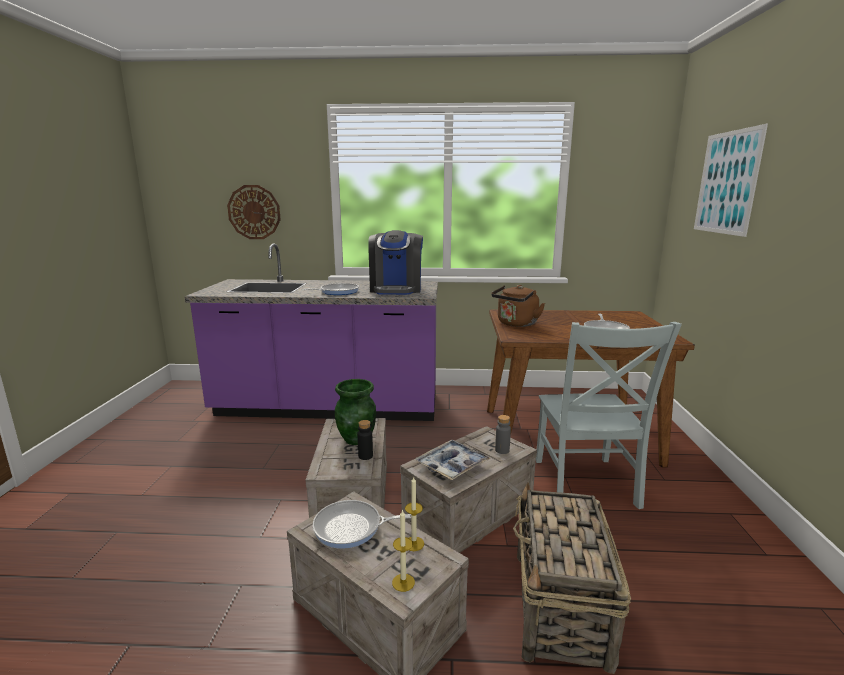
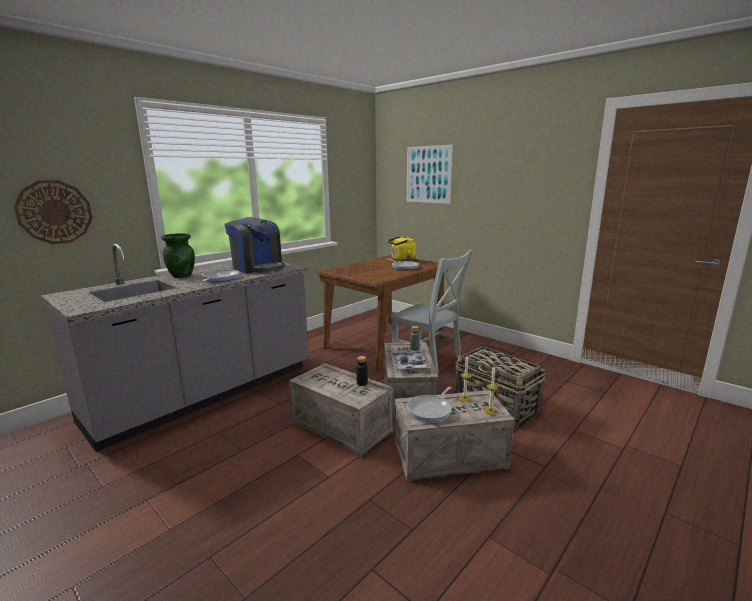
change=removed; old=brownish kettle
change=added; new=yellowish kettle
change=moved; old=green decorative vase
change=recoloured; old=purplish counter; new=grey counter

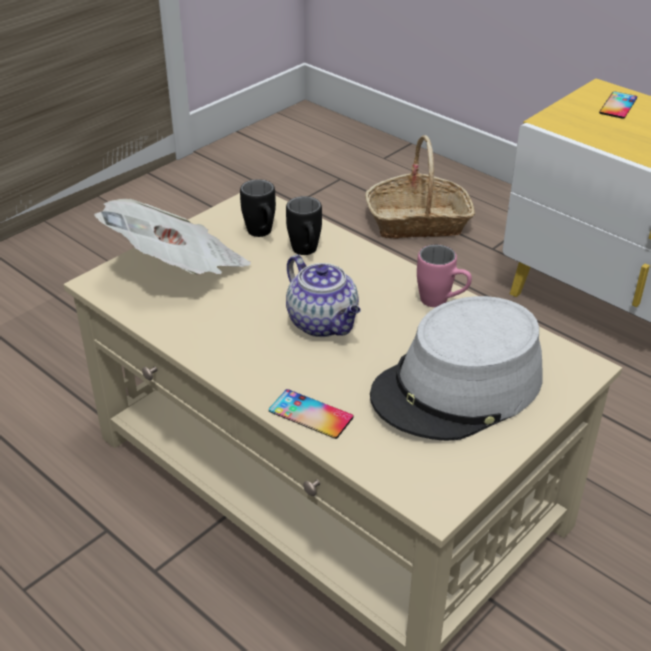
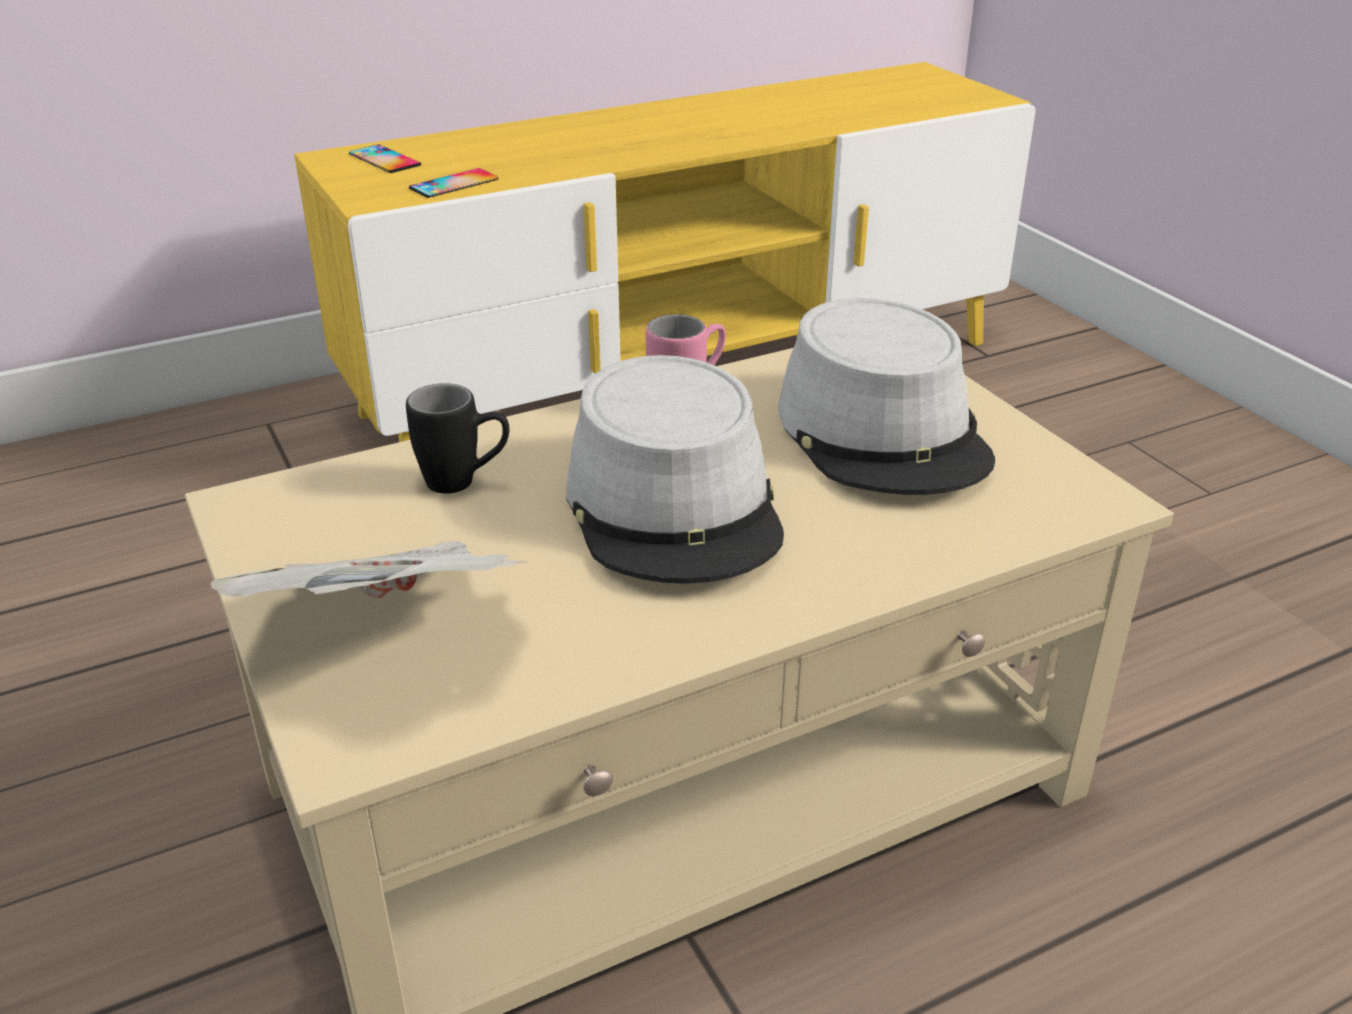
change=removed; old=black-coloured tea mug (1st from left)
change=removed; old=household basket
change=moved; old=handset (1st from left in the first image); new=handset (2nd from left)
change=replaced; old=pot for tea; new=grey hat (1st from left)

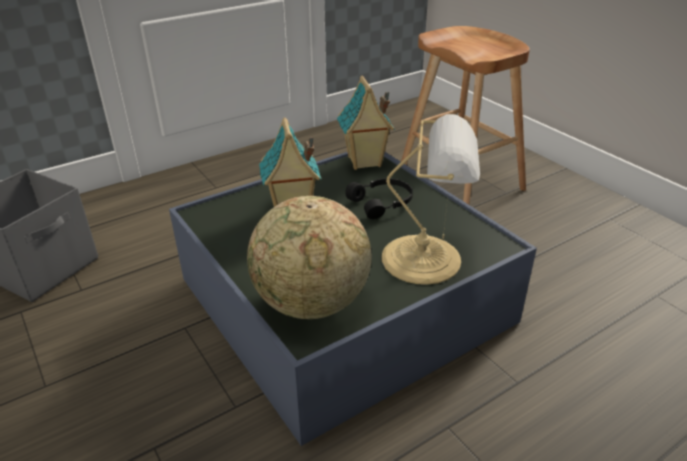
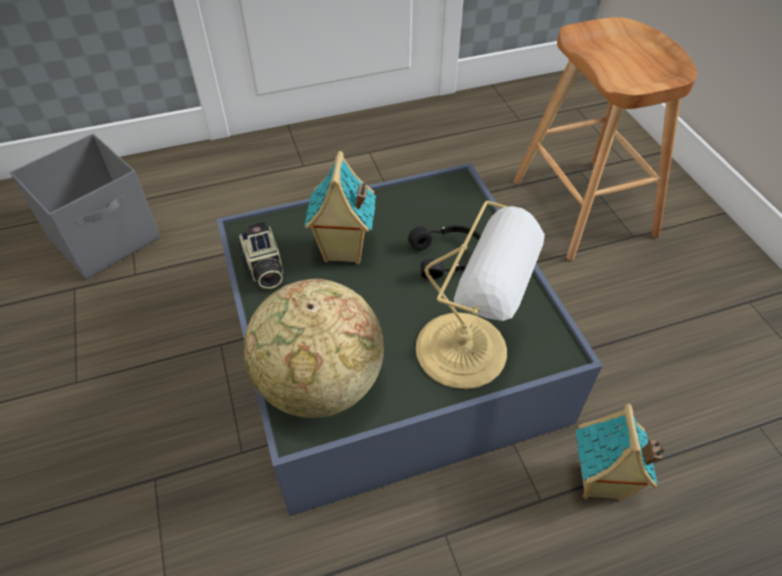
change=added; new=photo camera
change=moved; old=model house (2nd from left)

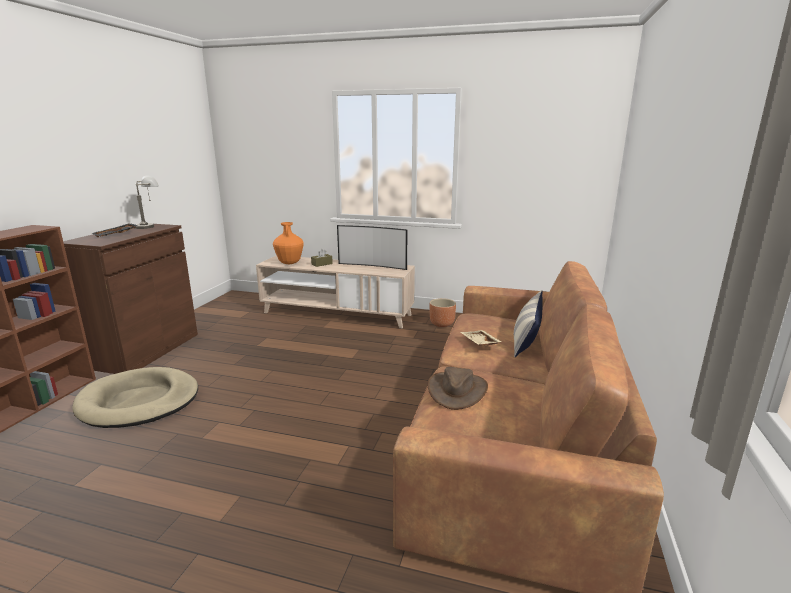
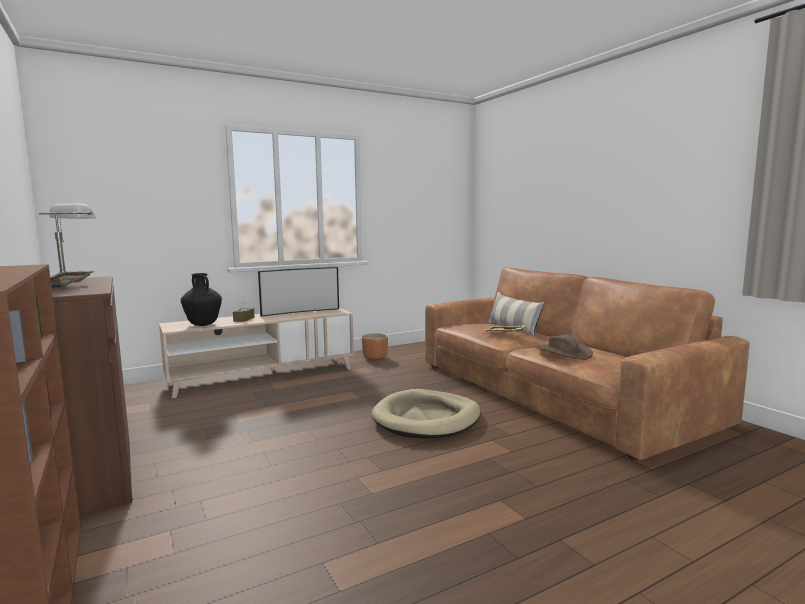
change=moved; old=beige dog cushion
change=recoloured; old=orange decorative vase; new=black-coloured decorative vase

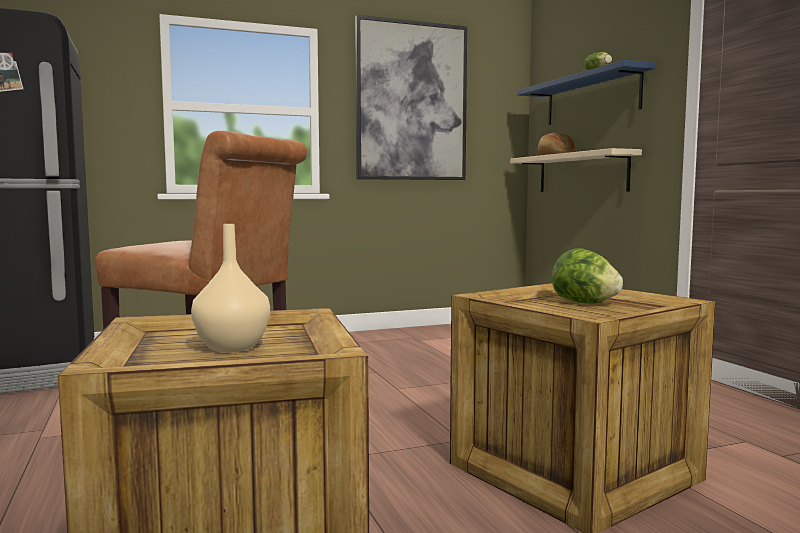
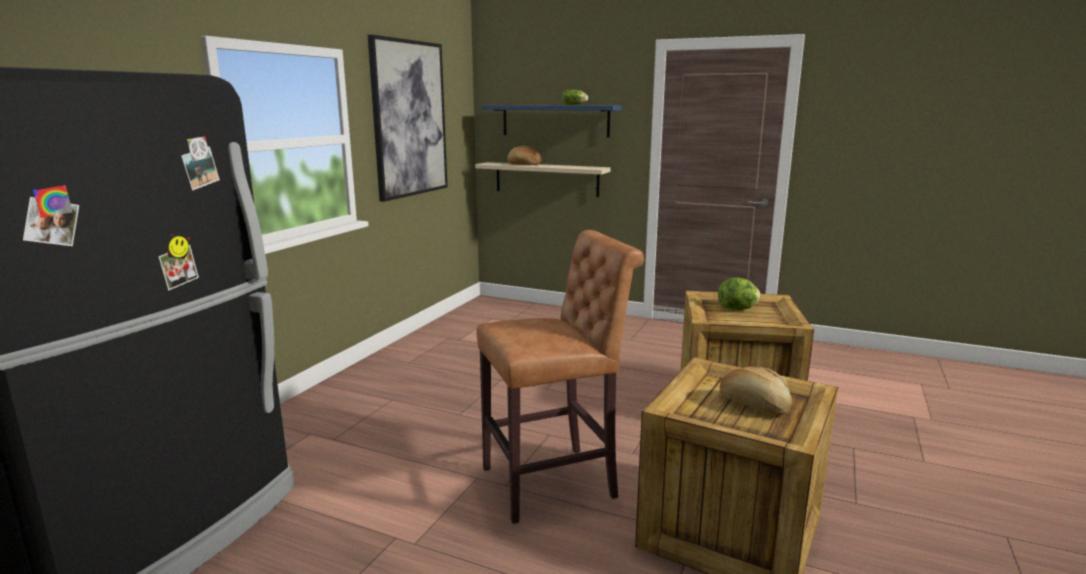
change=replaced; old=beige decorative vase; new=bakery bread (2nd from left)

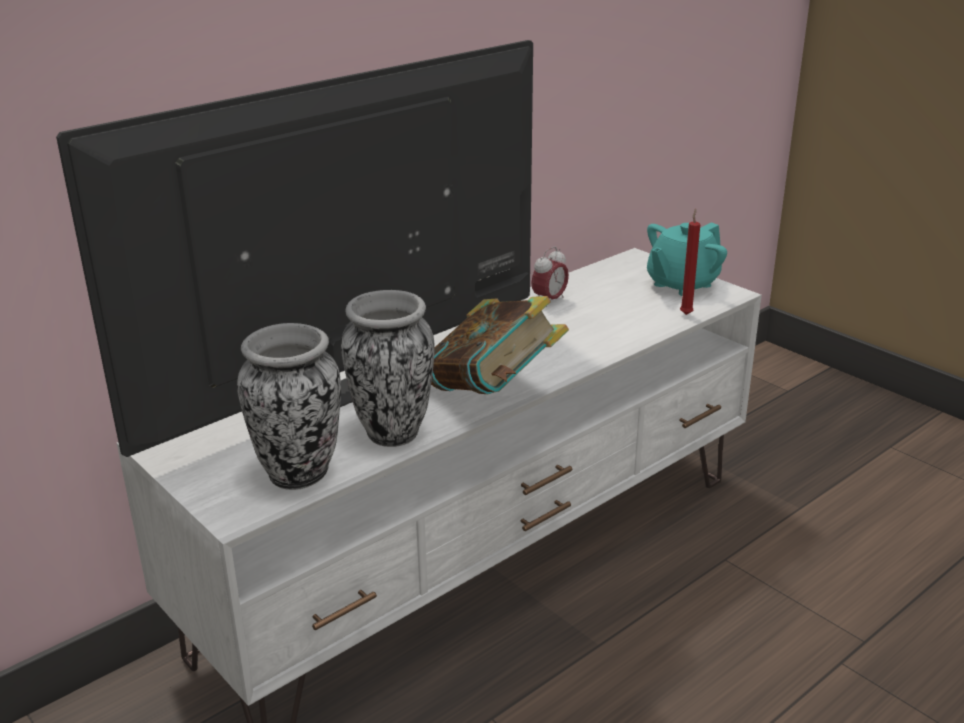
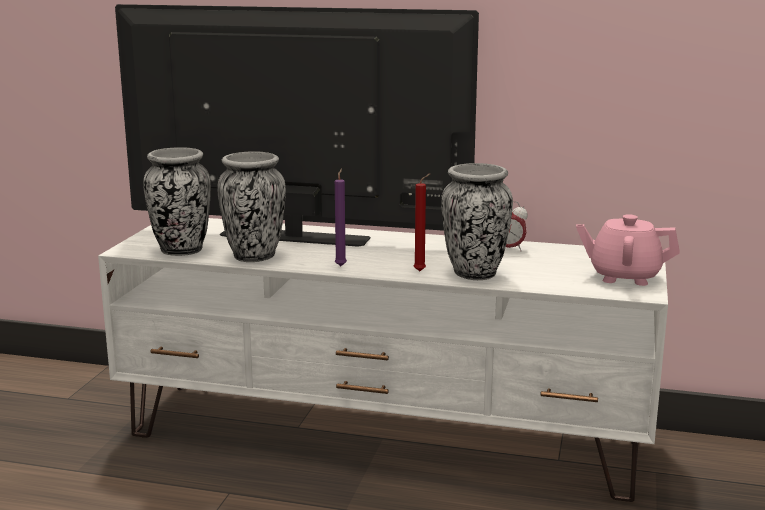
change=added; new=decorative vase (3rd from left)
change=moved; old=reddish wax light
change=replaced; old=book; new=purplish wax light
change=recoloured; old=turquoise-coloured pot for tea; new=pink-coloured pot for tea

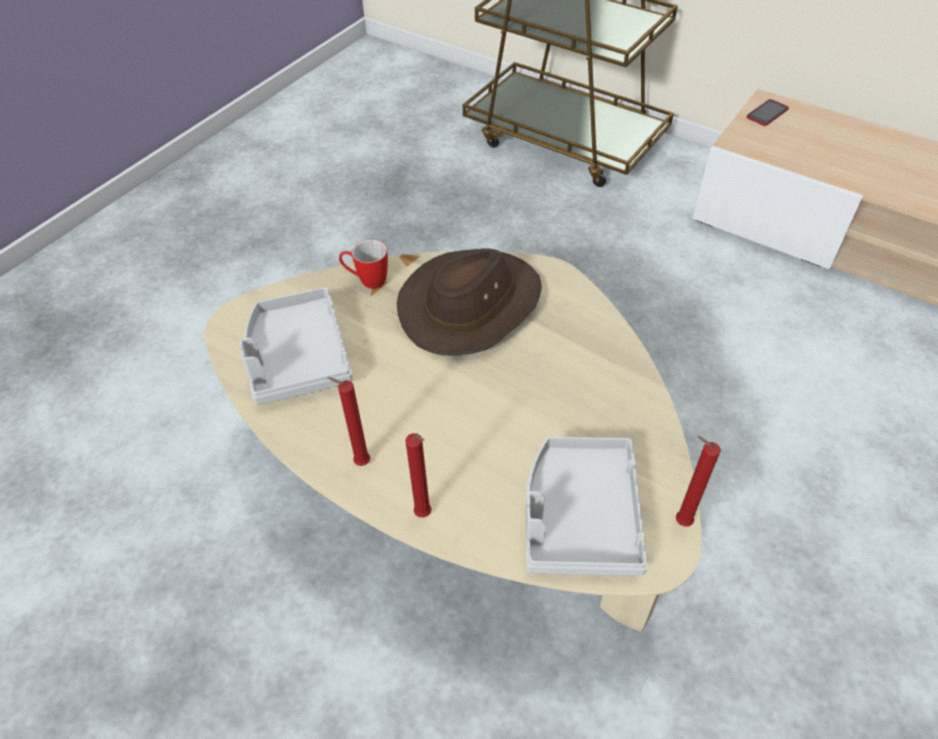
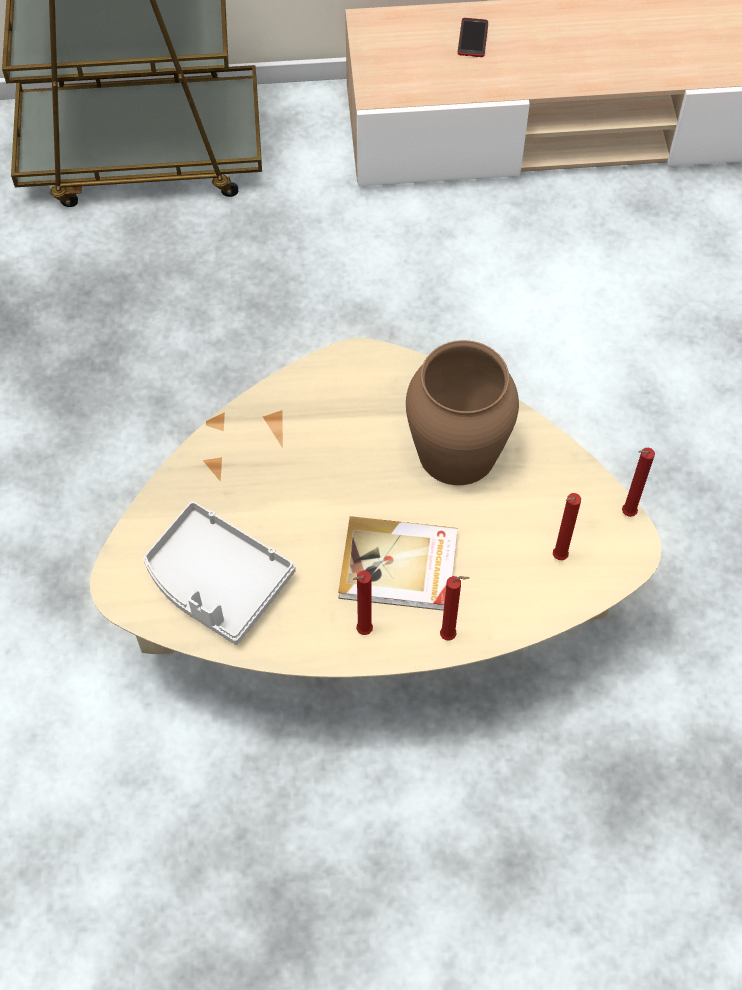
change=removed; old=tea mug
change=removed; old=brownish hat
change=added; new=book
change=added; new=brownish decorative vase
change=moved; old=handset
change=replaced; old=grey carrying tray (2nd from left); new=reddish wax light (3rd from left)

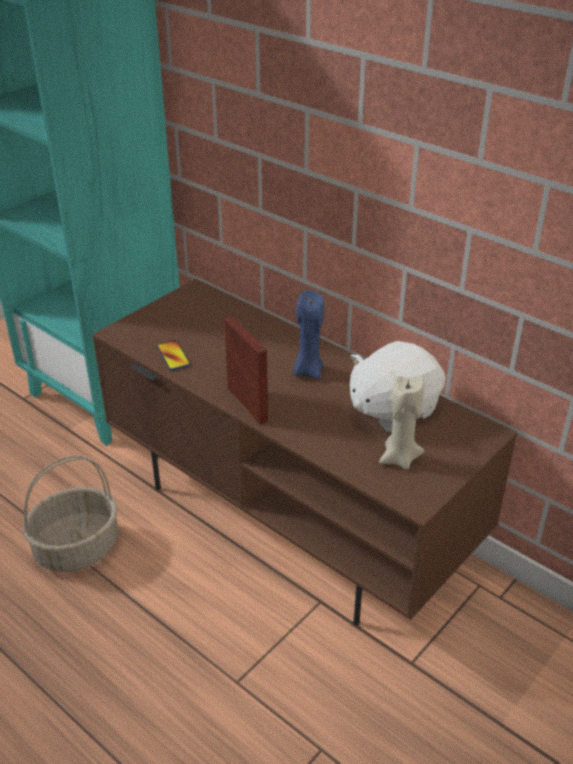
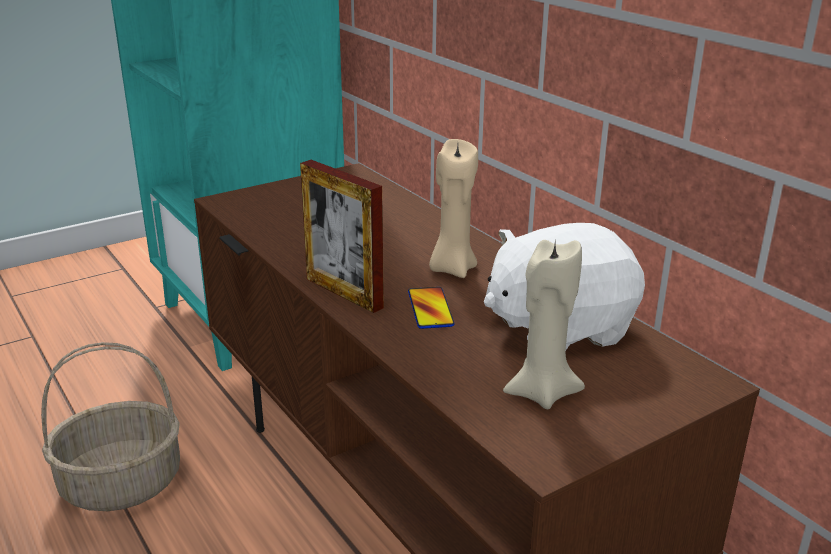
change=moved; old=handset
change=recoloured; old=blue-coloured wax light; new=beige wax light (1st from left)
change=turned; old=picture frame; degrees=150

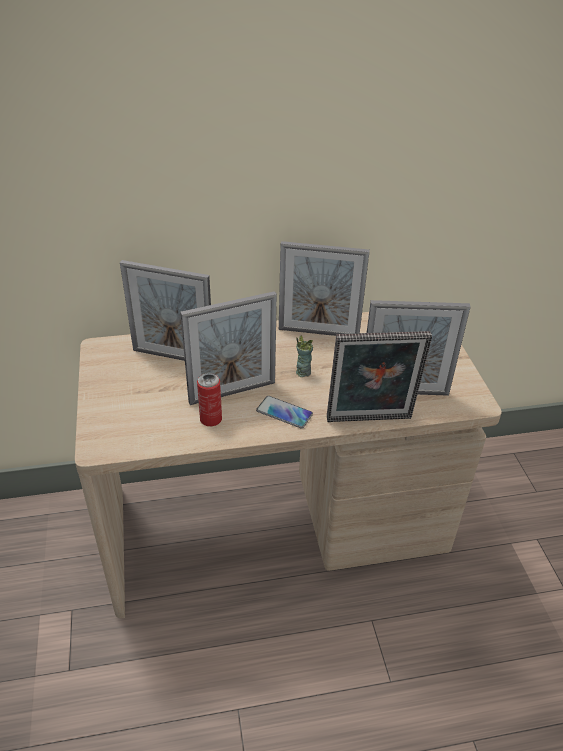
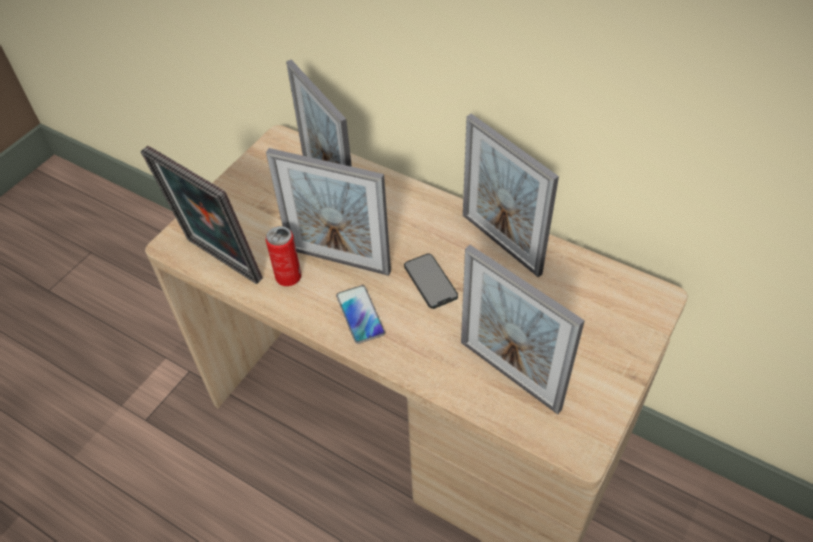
change=moved; old=picture frame (4th from left in the first image); new=picture frame (1st from left)
change=replaced; old=drinking cup; new=handset (2nd from left)

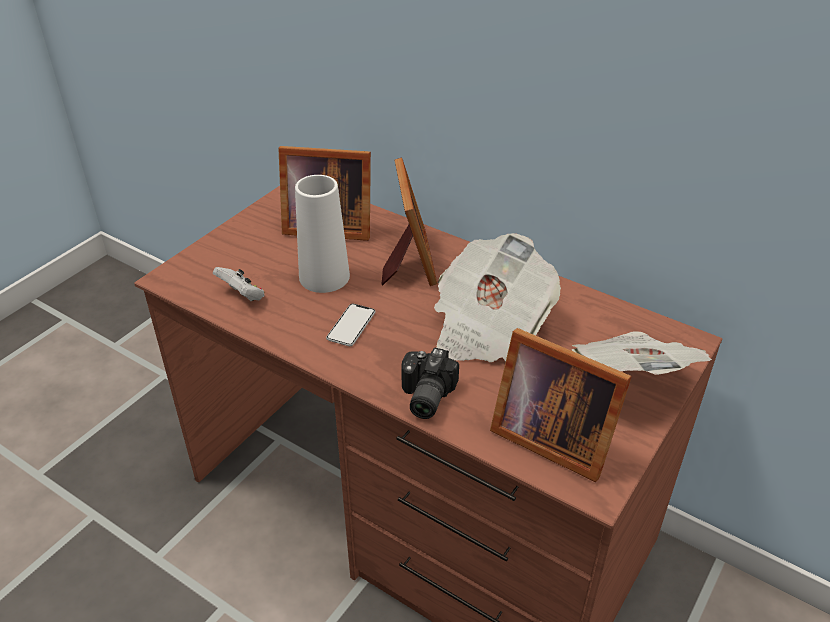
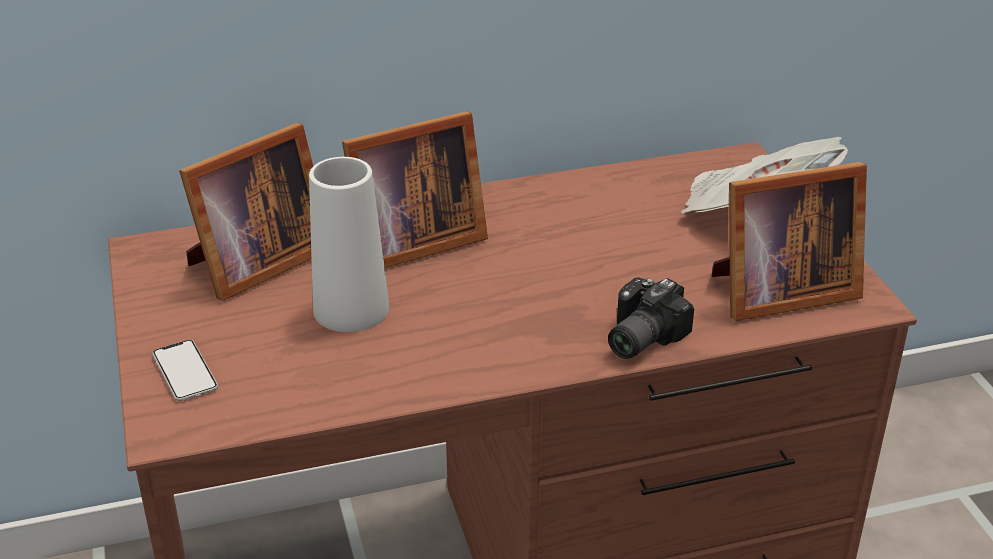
change=removed; old=white-coloured game controller
change=removed; old=newspaper (1st from left)
change=moved; old=handset
change=turned; old=picture frame (2nd from left); degrees=120
change=turned; old=photo camera; degrees=75

